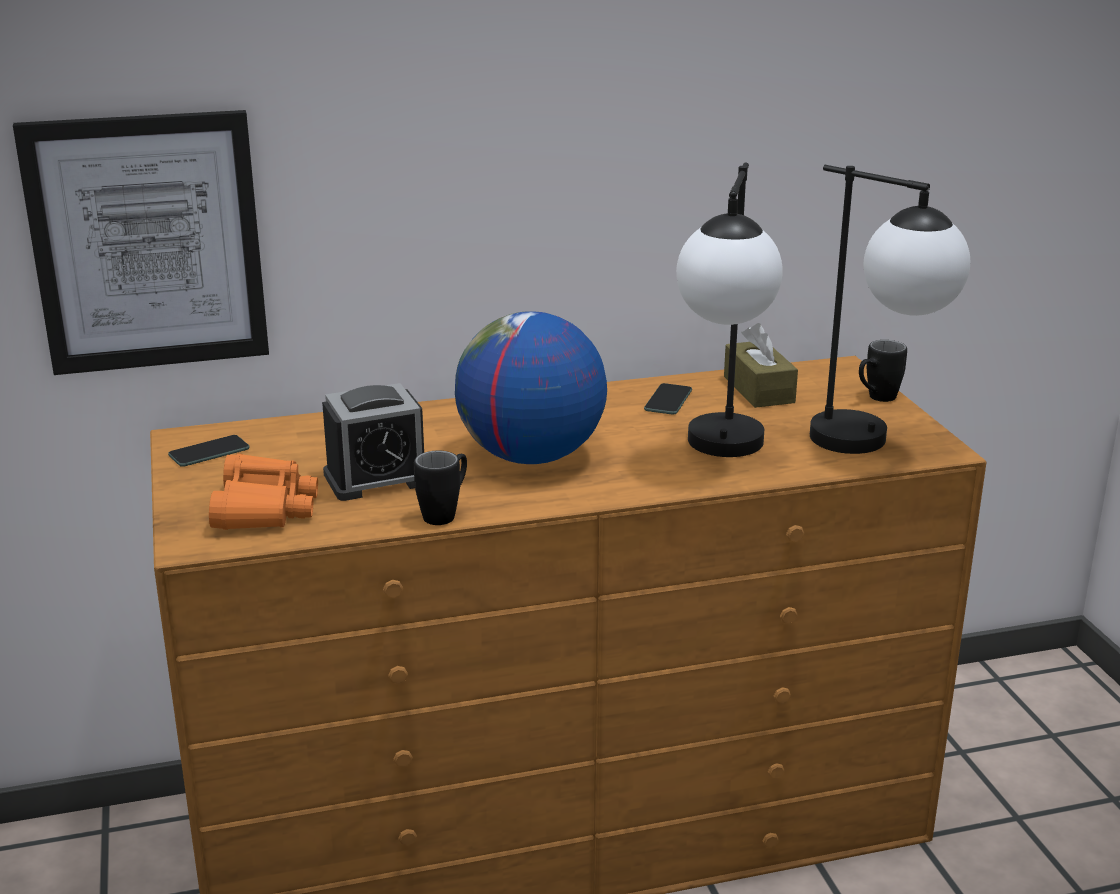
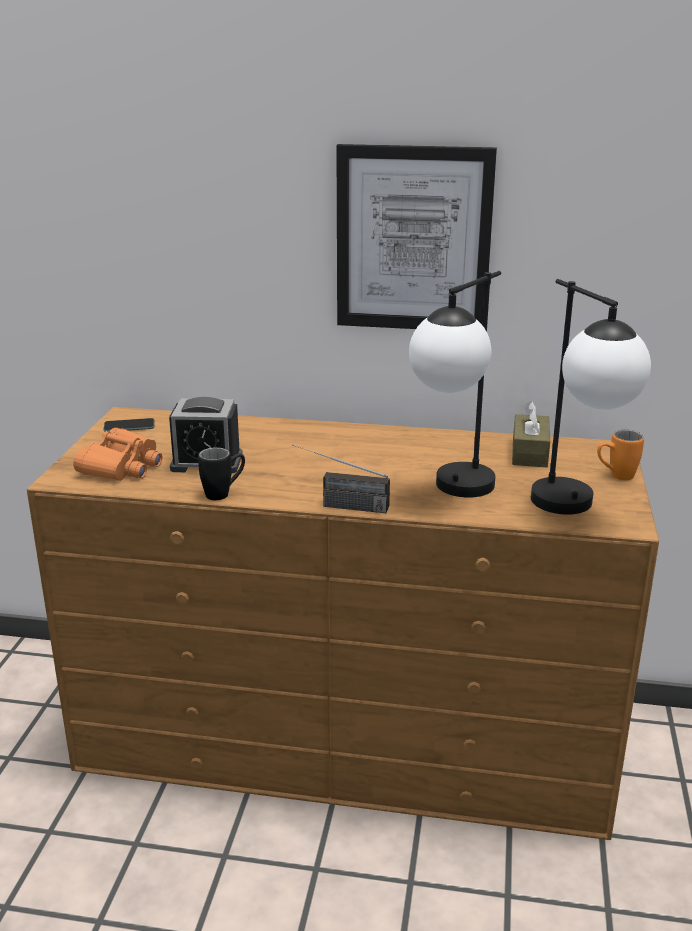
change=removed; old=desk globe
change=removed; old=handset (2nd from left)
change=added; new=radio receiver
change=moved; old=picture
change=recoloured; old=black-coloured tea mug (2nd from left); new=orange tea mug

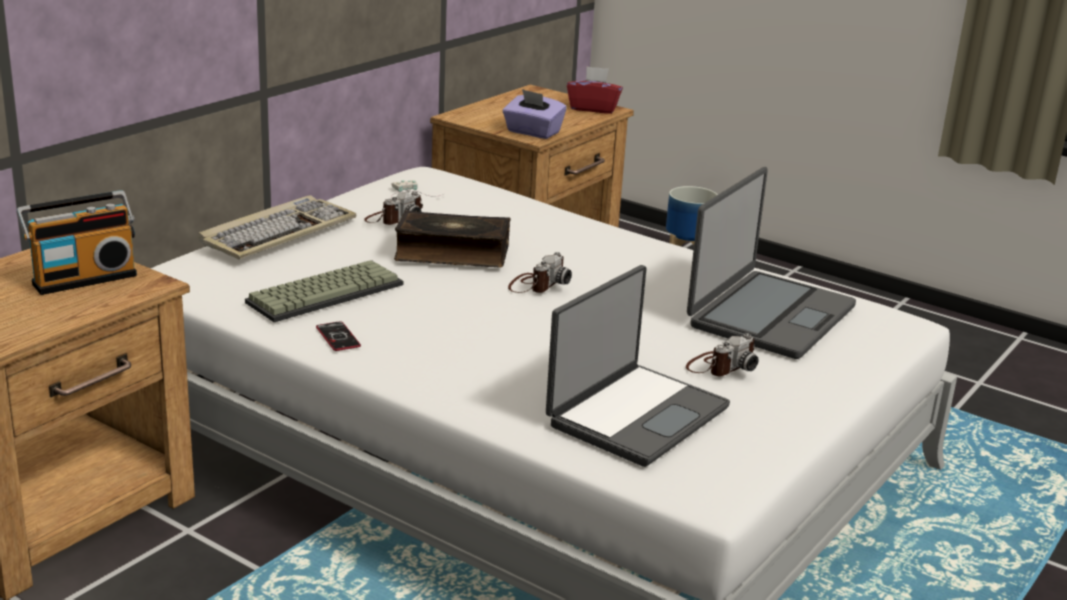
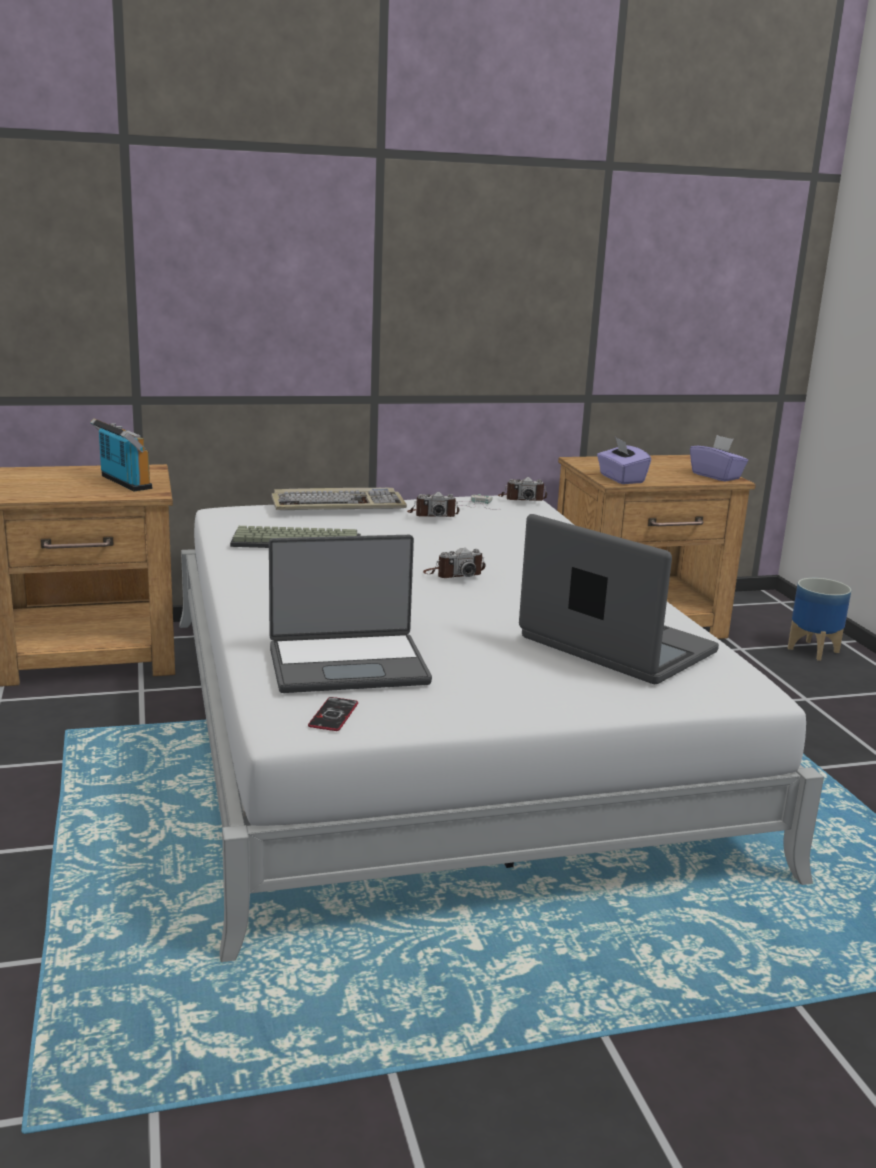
change=removed; old=book
change=moved; old=handset
change=moved; old=photo camera (3rd from left)
change=recoloured; old=reddish tissue holder; new=purplish tissue holder (2nd from left)
change=turned; old=radio receiver; degrees=-135
change=turned; old=notebook computer (2nd from left); degrees=-120

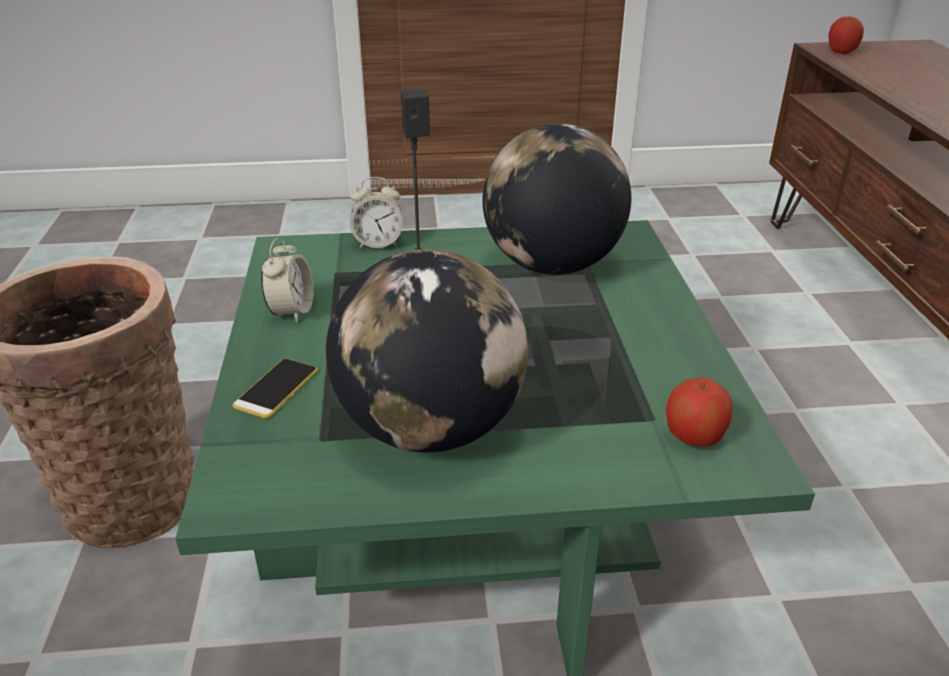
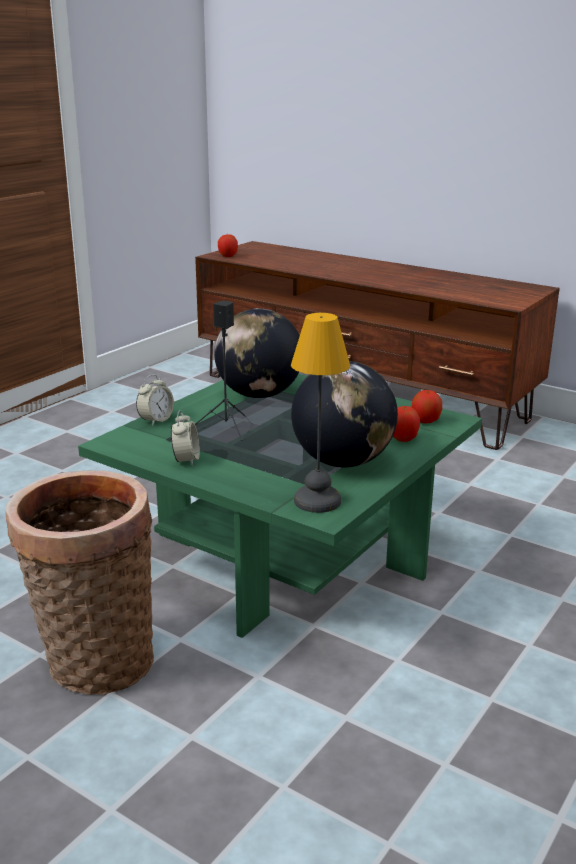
change=removed; old=handset
change=added; new=lamp for a table
change=added; new=apple fruit (2nd from left)
change=turned; old=alarm clock (1st from left in the first image); degrees=45

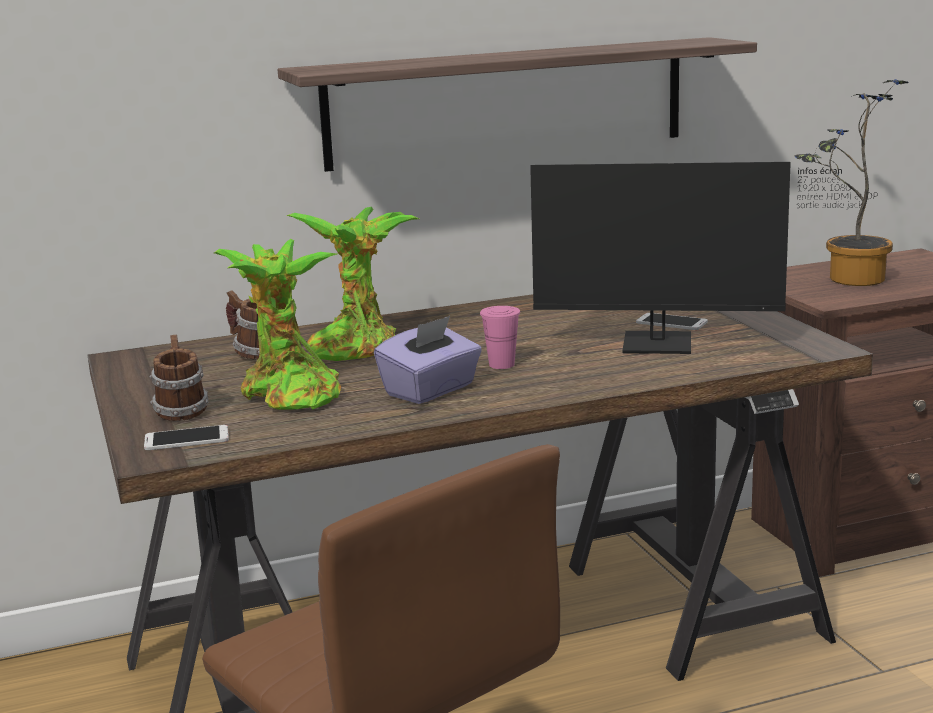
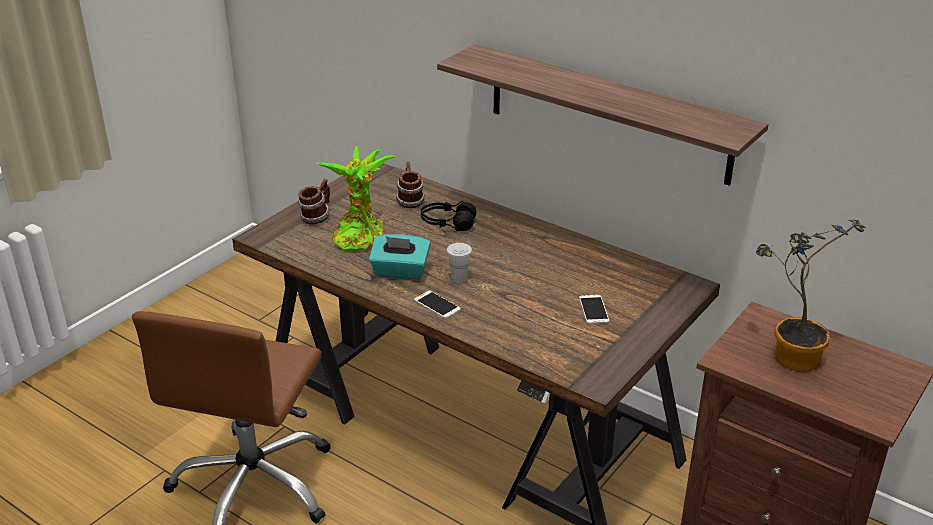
change=removed; old=computer display
change=moved; old=handset (1st from left)
change=replaced; old=houseplant (2nd from left); new=black-coloured headset
change=recoloured; old=purplish tissue holder; new=turquoise-coloured tissue holder
change=recoloured; old=pink-coloured drinking cup; new=white-coloured drinking cup

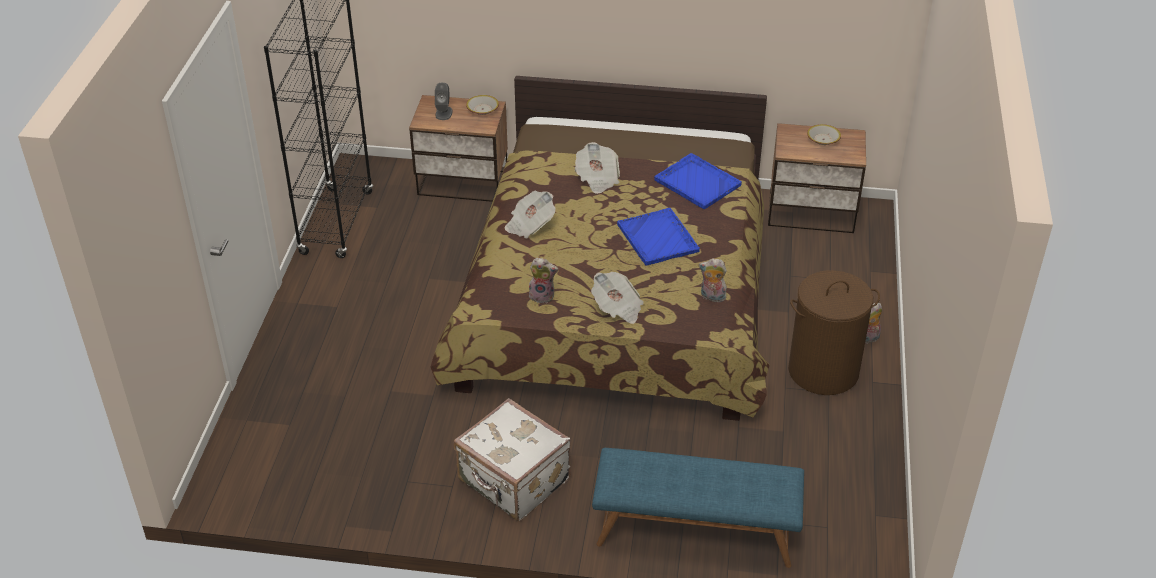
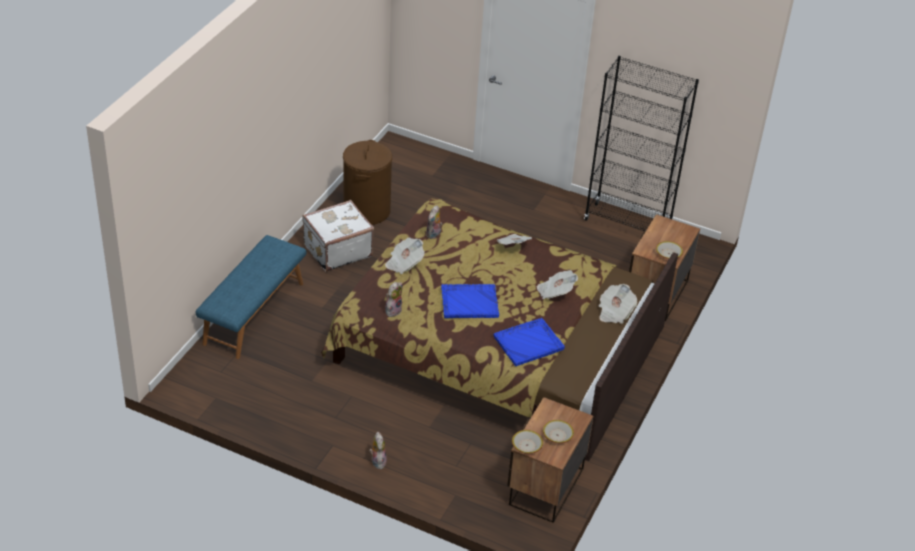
change=removed; old=grey audio speaker
change=added; new=deep dish (1st from left)
change=added; new=newspaper (4th from left)
change=moved; old=brownish laundry basket

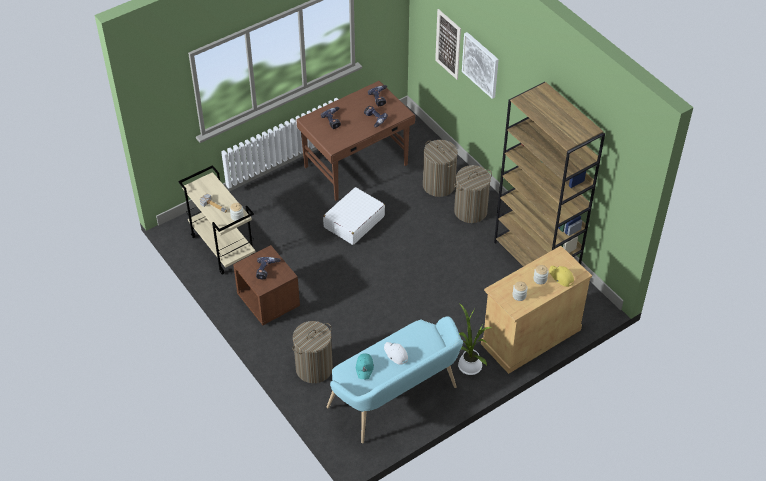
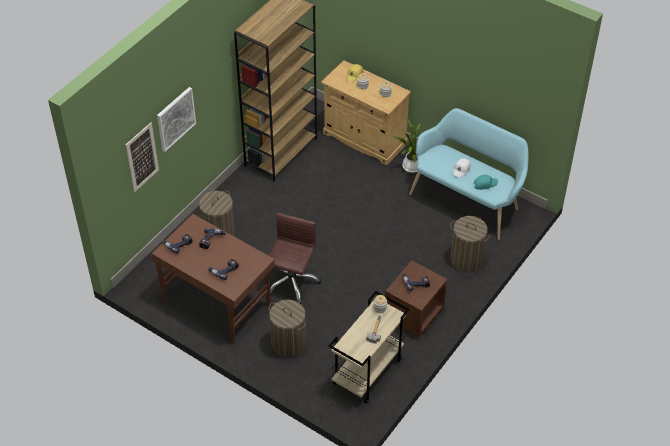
change=moved; old=laundry basket (3rd from left in the first image); new=laundry basket (2nd from left)
change=replaced; old=white-coloured travel case; new=brownish office chair

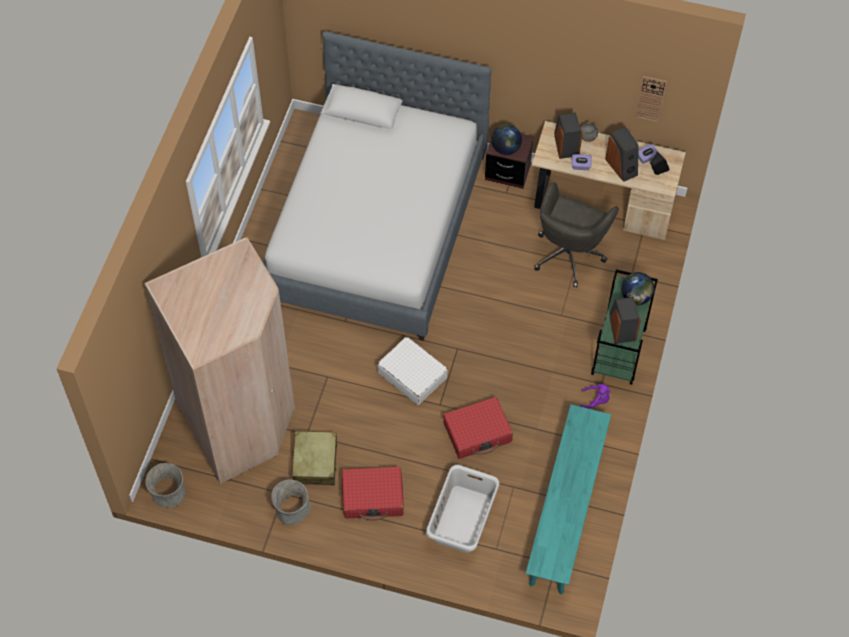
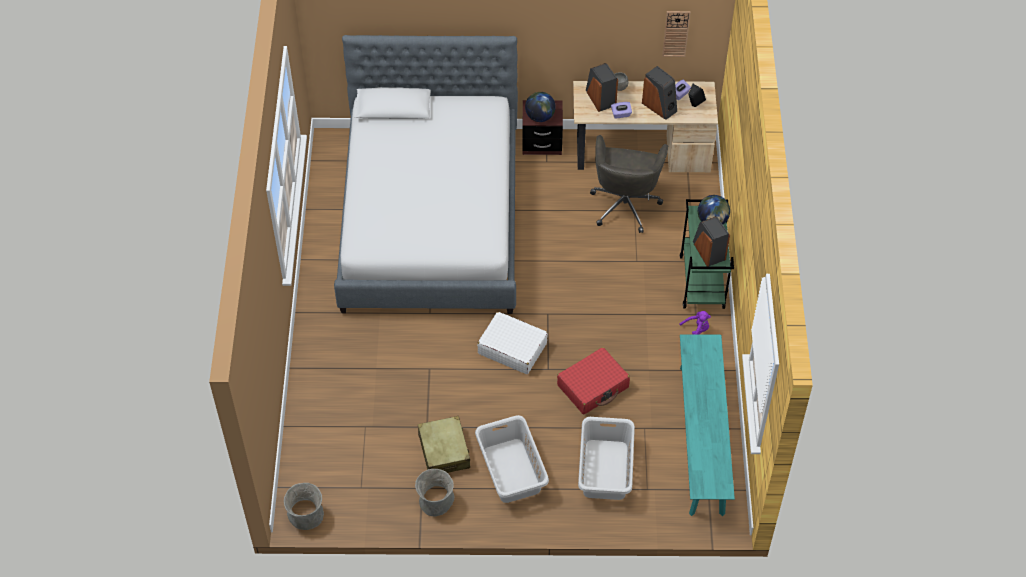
change=removed; old=beige armoire
change=replaced; old=reddish travel case (1st from left); new=grey laundry basket (1st from left)

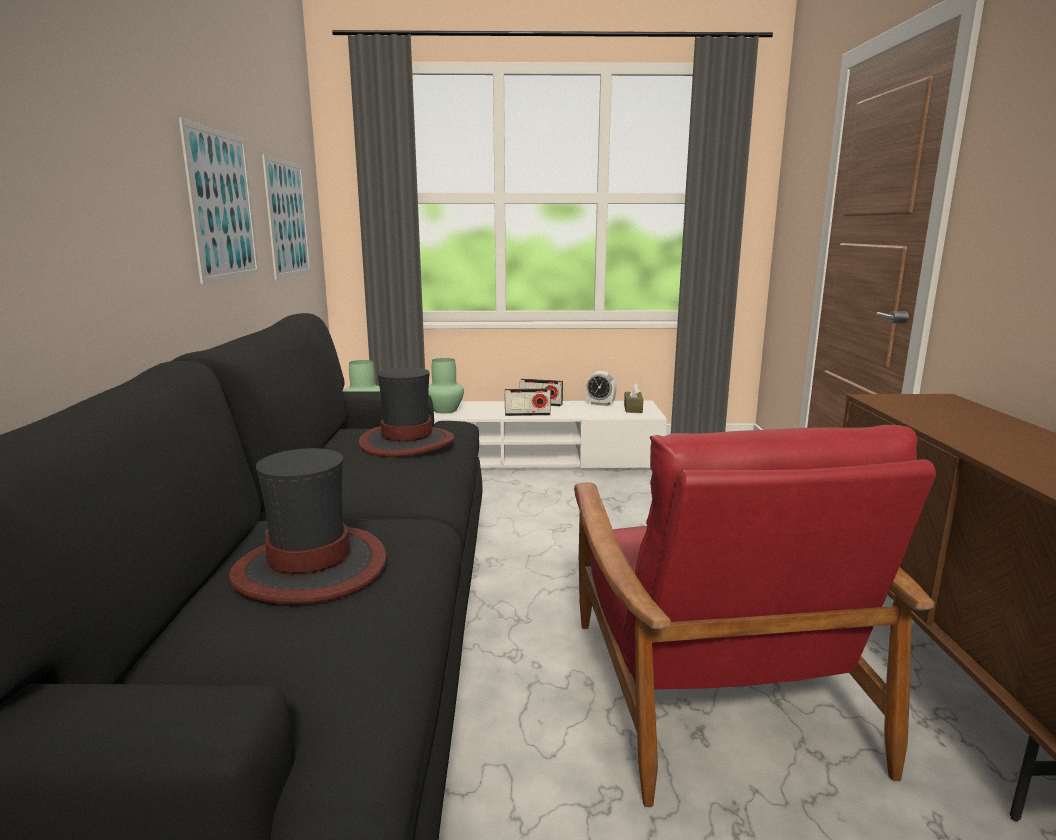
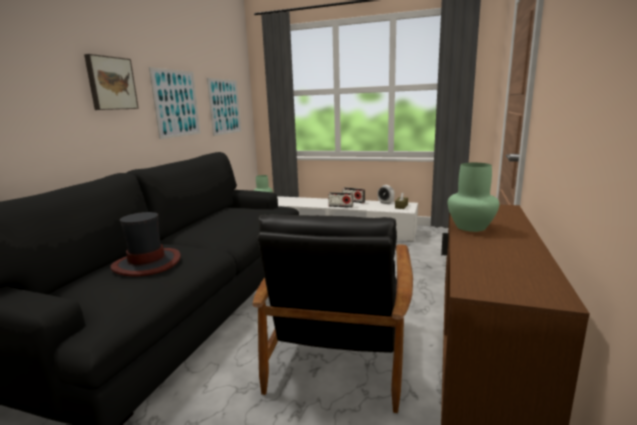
change=removed; old=hat (2nd from left)
change=added; new=picture (1st from left)
change=moved; old=green decorative vase (2nd from left)
change=recoloured; old=reddish easy chair; new=black-coloured easy chair

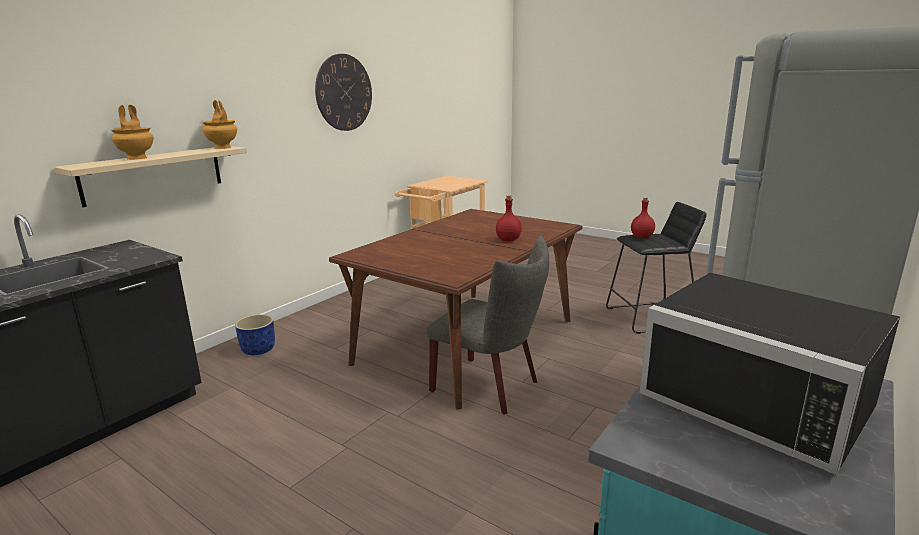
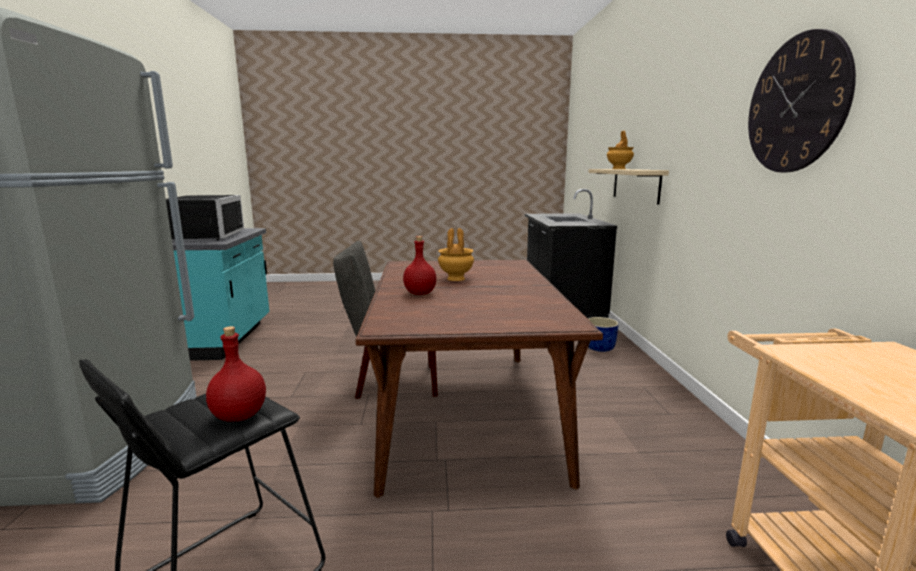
change=moved; old=brownish decorative vase (2nd from left in the first image); new=brownish decorative vase (1st from left)
change=turned; old=black-coloured microwave oven; degrees=75

